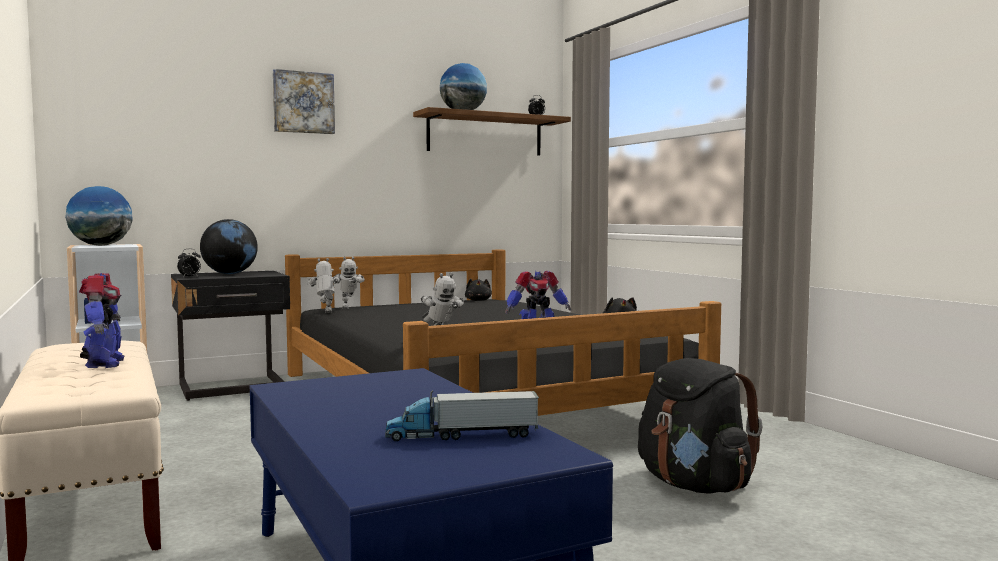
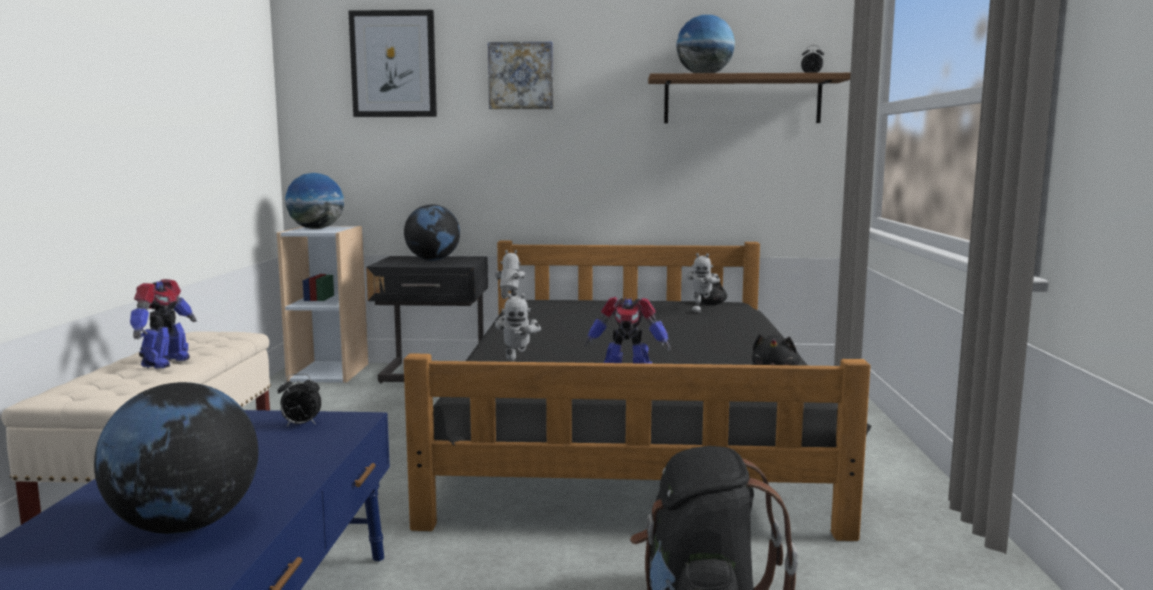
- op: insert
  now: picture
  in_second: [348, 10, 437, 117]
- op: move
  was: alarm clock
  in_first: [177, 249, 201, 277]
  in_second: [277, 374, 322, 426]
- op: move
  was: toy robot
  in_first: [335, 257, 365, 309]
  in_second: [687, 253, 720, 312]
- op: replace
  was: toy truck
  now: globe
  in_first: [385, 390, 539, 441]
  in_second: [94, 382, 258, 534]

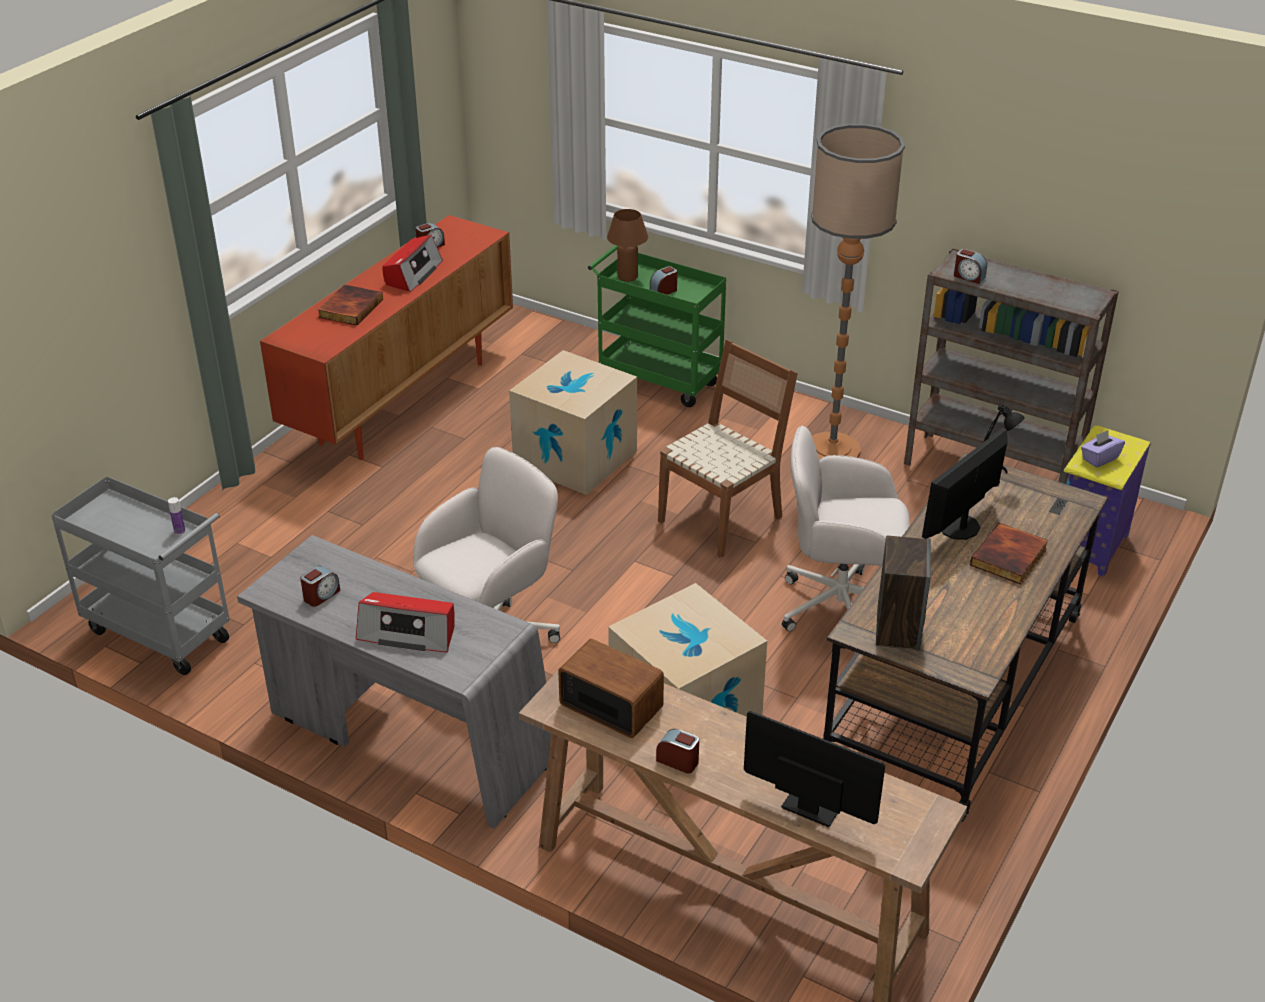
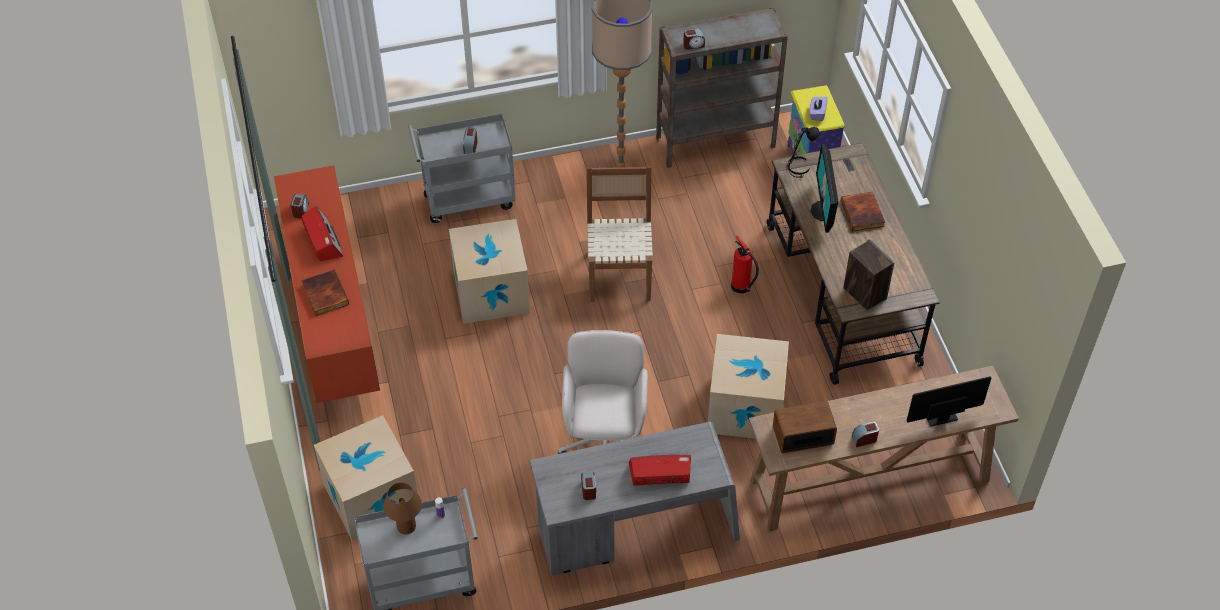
- op: insert
  now: cardboard box
  in_second: [314, 415, 418, 541]
- op: move
  was: brown table lamp
  in_first: [607, 209, 648, 282]
  in_second: [383, 482, 422, 535]
- op: replace
  was: white office chair
  now: fire extinguisher
  in_first: [782, 426, 910, 631]
  in_second: [731, 235, 759, 294]
- op: recolor
  was: green cart
  now: grey cart
  in_first: [588, 245, 726, 407]
  in_second: [408, 114, 516, 223]
- op: rotate
  was: radio
  in_first: [356, 592, 455, 653]
  in_second: [628, 455, 691, 486]
  clockwise: -150

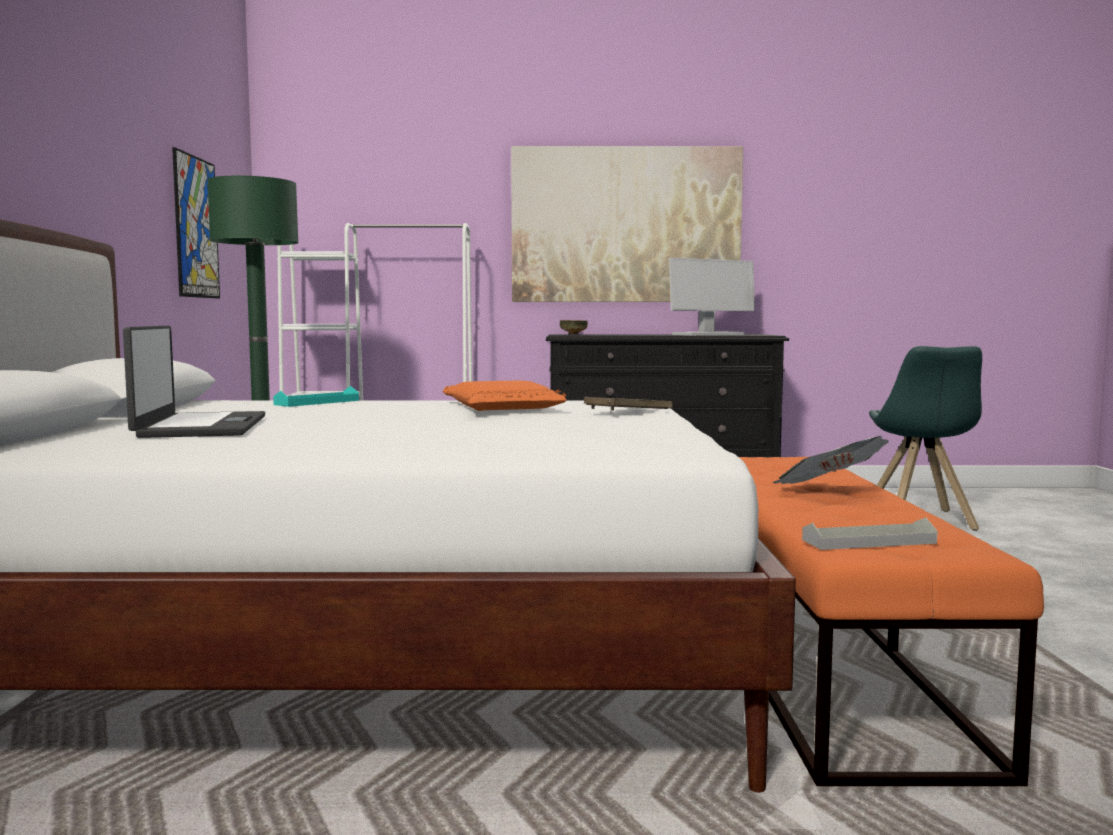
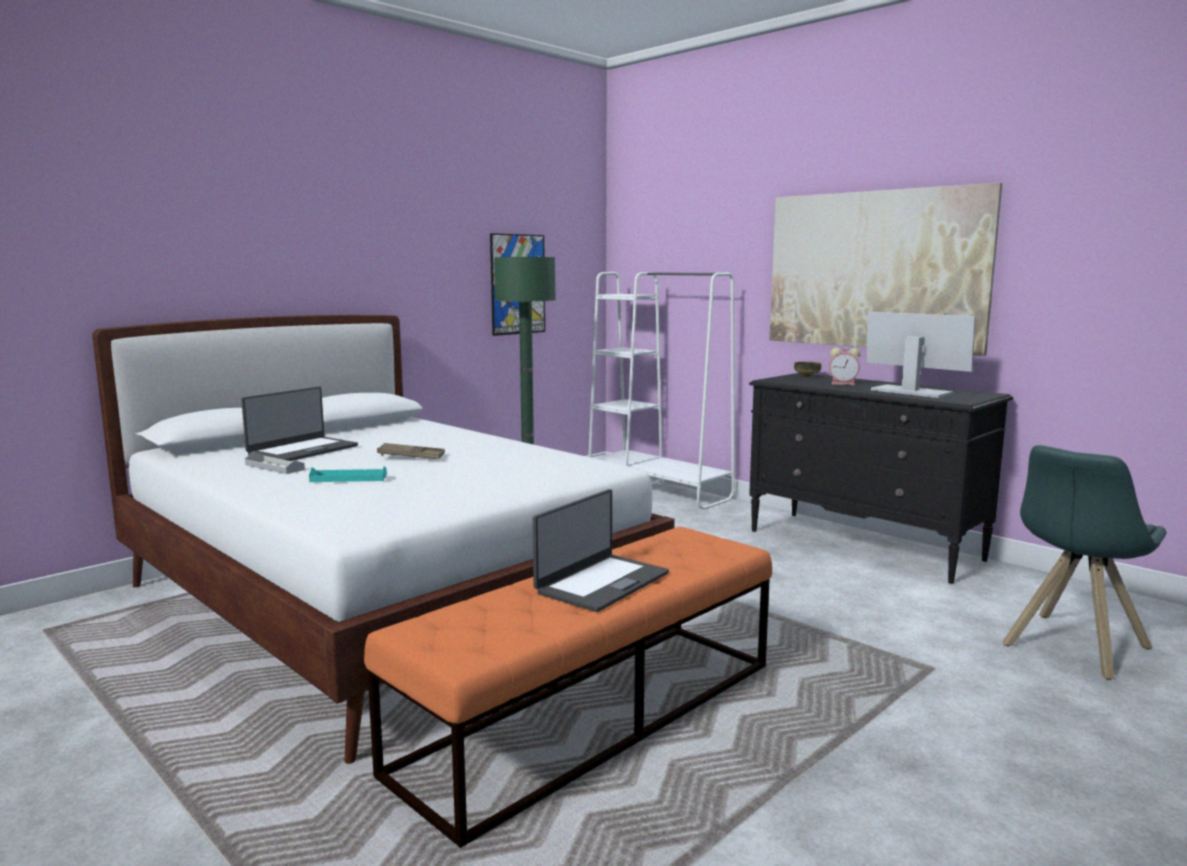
- op: delete
  was: orange pillow
  in_first: [443, 380, 566, 411]
- op: insert
  now: alarm clock
  in_second: [829, 348, 861, 385]
- op: move
  was: turquoise tray
  in_first: [273, 386, 359, 407]
  in_second: [309, 466, 387, 482]
- op: move
  was: brown tray
  in_first: [584, 397, 673, 411]
  in_second: [377, 443, 445, 459]
- op: move
  was: grey tray
  in_first: [802, 518, 938, 550]
  in_second: [245, 452, 305, 474]
- op: replace
  was: newspaper
  now: laptop
  in_first: [773, 436, 889, 484]
  in_second: [533, 489, 669, 612]
- op: rotate
  was: monitor
  in_first: [669, 258, 755, 335]
  in_second: [866, 312, 976, 398]
  clockwise: -150

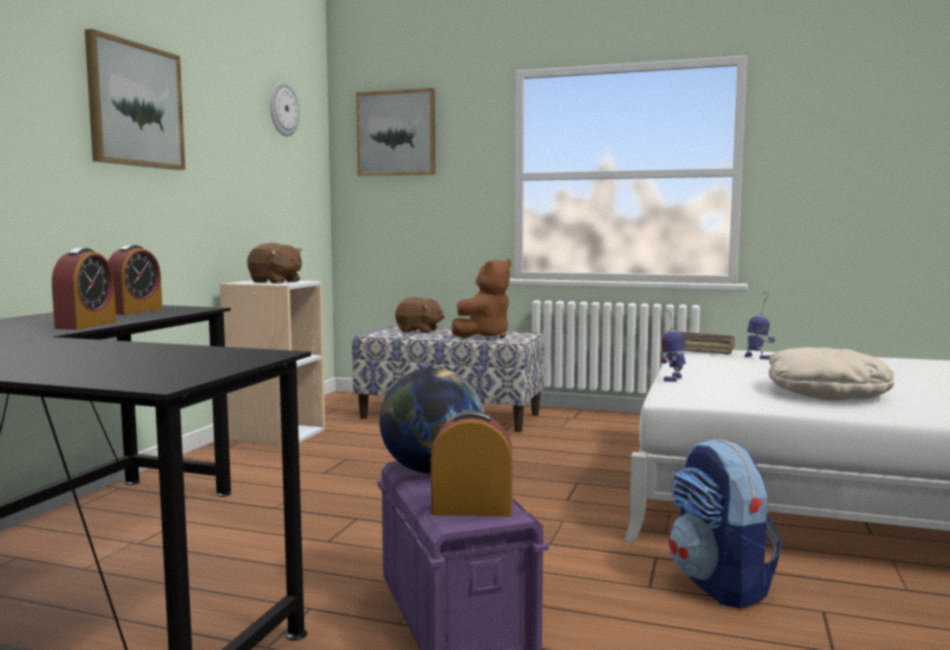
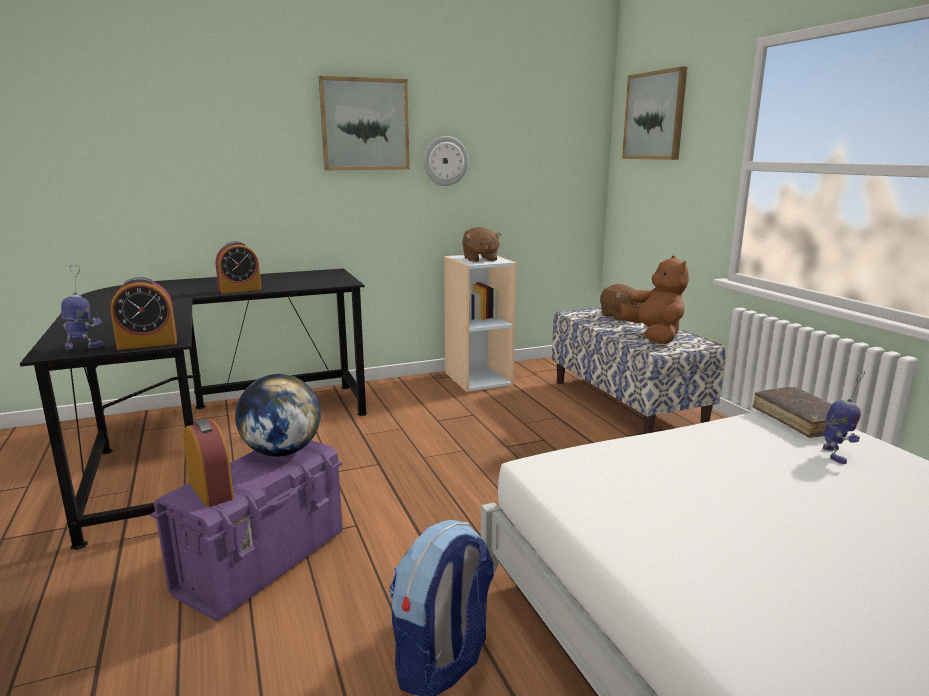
- op: delete
  was: beige pillow
  in_first: [769, 347, 894, 401]
- op: move
  was: alarm clock
  in_first: [108, 245, 162, 315]
  in_second: [111, 277, 177, 350]
- op: move
  was: wall clock
  in_first: [270, 82, 300, 136]
  in_second: [423, 136, 468, 186]
- op: move
  was: toy robot
  in_first: [660, 302, 686, 382]
  in_second: [61, 265, 103, 350]
- op: rotate
  was: brown plush toy
  in_first: [451, 259, 511, 338]
  in_second: [620, 256, 689, 344]
  clockwise: -105

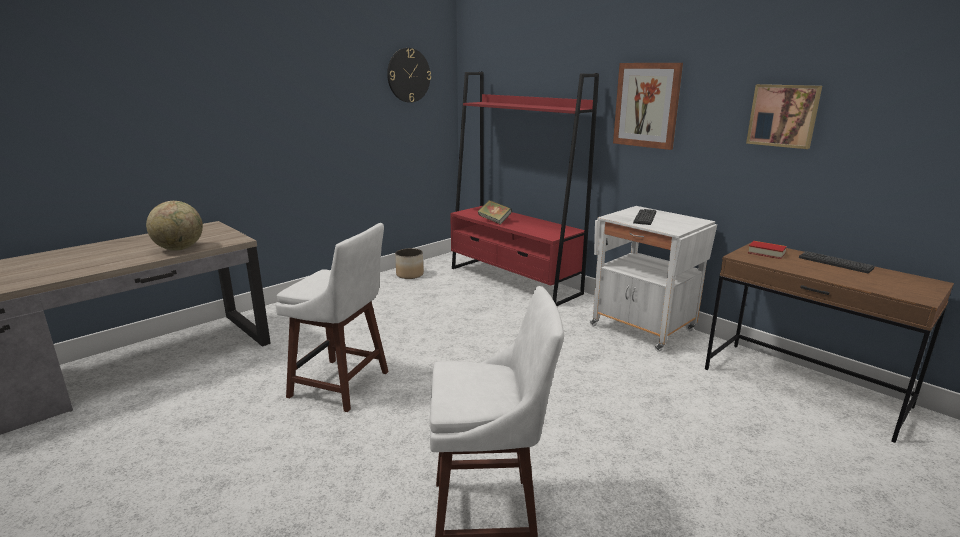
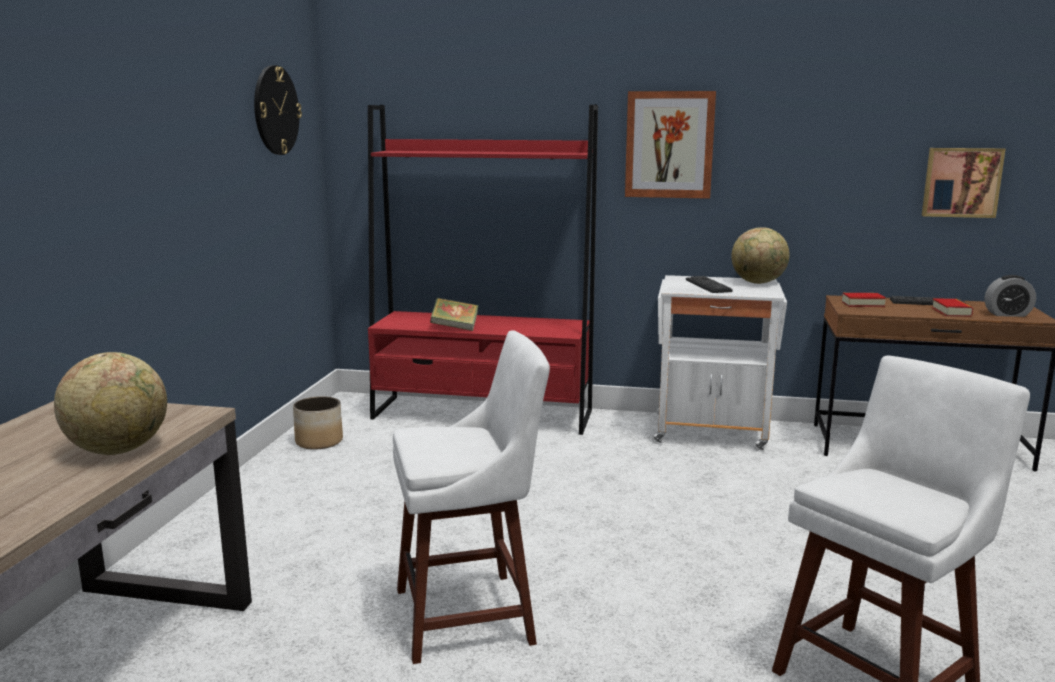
- op: insert
  now: globe
  in_second: [731, 227, 790, 284]
- op: insert
  now: book
  in_second: [932, 298, 973, 317]
- op: insert
  now: alarm clock
  in_second: [985, 275, 1036, 317]
- op: move
  was: picture
  in_first: [746, 84, 822, 149]
  in_second: [922, 148, 1006, 218]

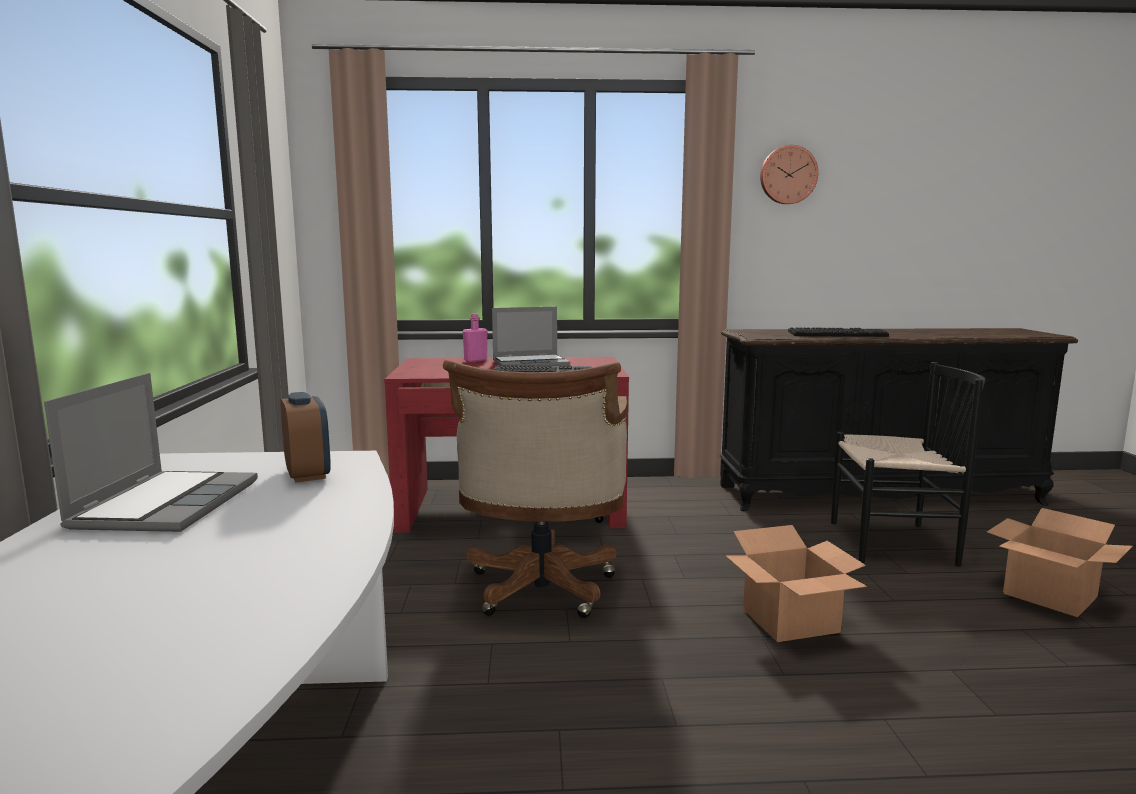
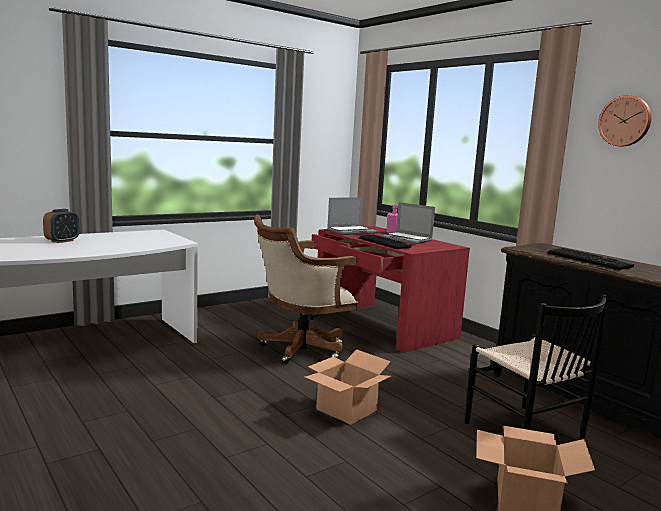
- op: move
  was: laptop
  in_first: [44, 373, 258, 532]
  in_second: [327, 197, 378, 235]
- op: move
  was: alarm clock
  in_first: [280, 392, 331, 483]
  in_second: [43, 209, 80, 243]

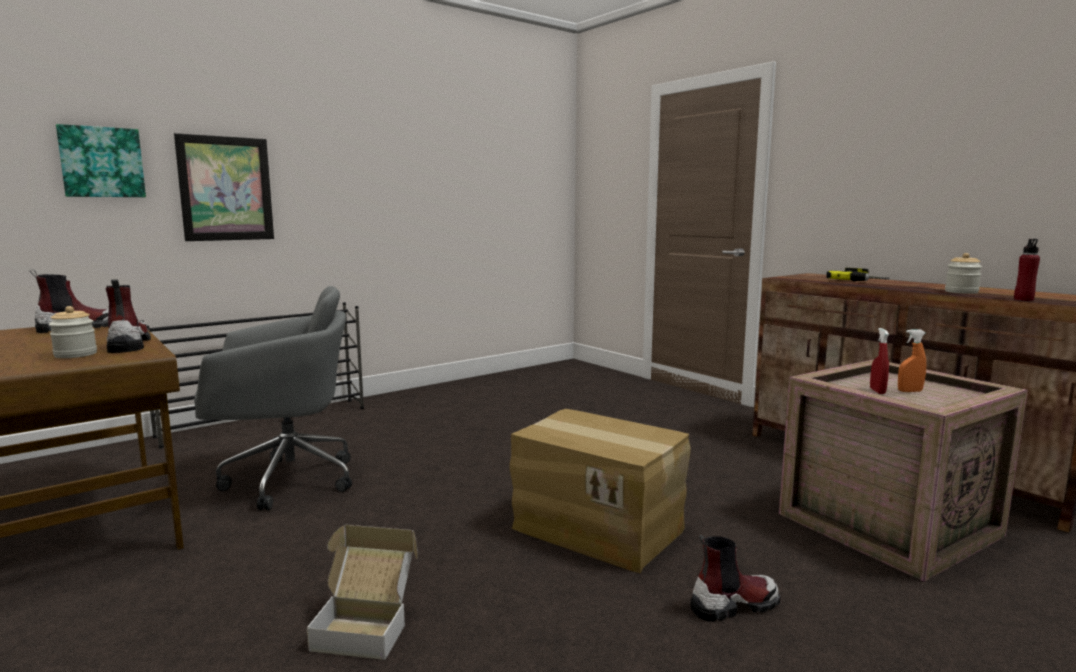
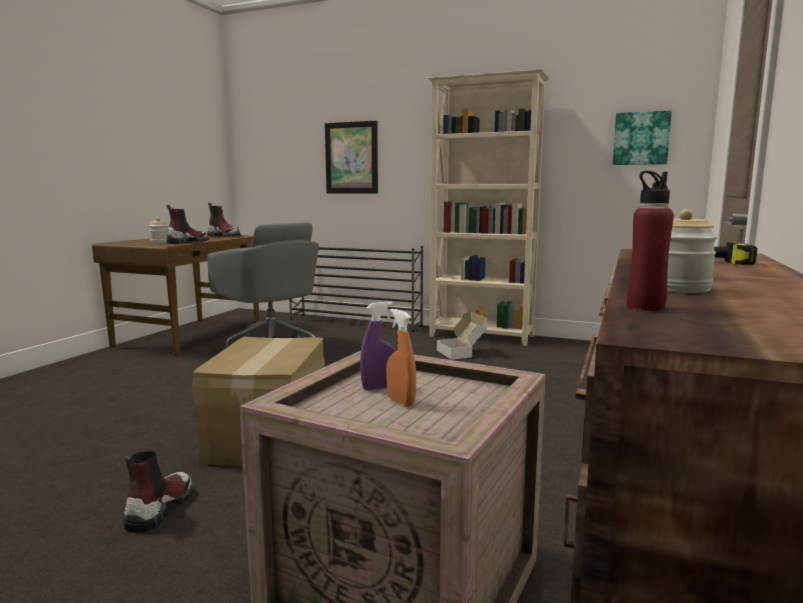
- op: insert
  now: beige bookcase
  in_second: [427, 69, 549, 346]
- op: move
  was: picture
  in_first: [56, 124, 146, 197]
  in_second: [613, 110, 672, 165]
- op: move
  was: cardboard box
  in_first: [307, 525, 418, 660]
  in_second: [437, 312, 487, 360]
- op: recolor
  was: red spray bottle
  now: purple spray bottle
  in_first: [870, 328, 889, 394]
  in_second: [360, 302, 396, 390]
- op: rotate
  was: boot
  in_first: [691, 535, 781, 622]
  in_second: [123, 451, 194, 533]
  clockwise: -120

